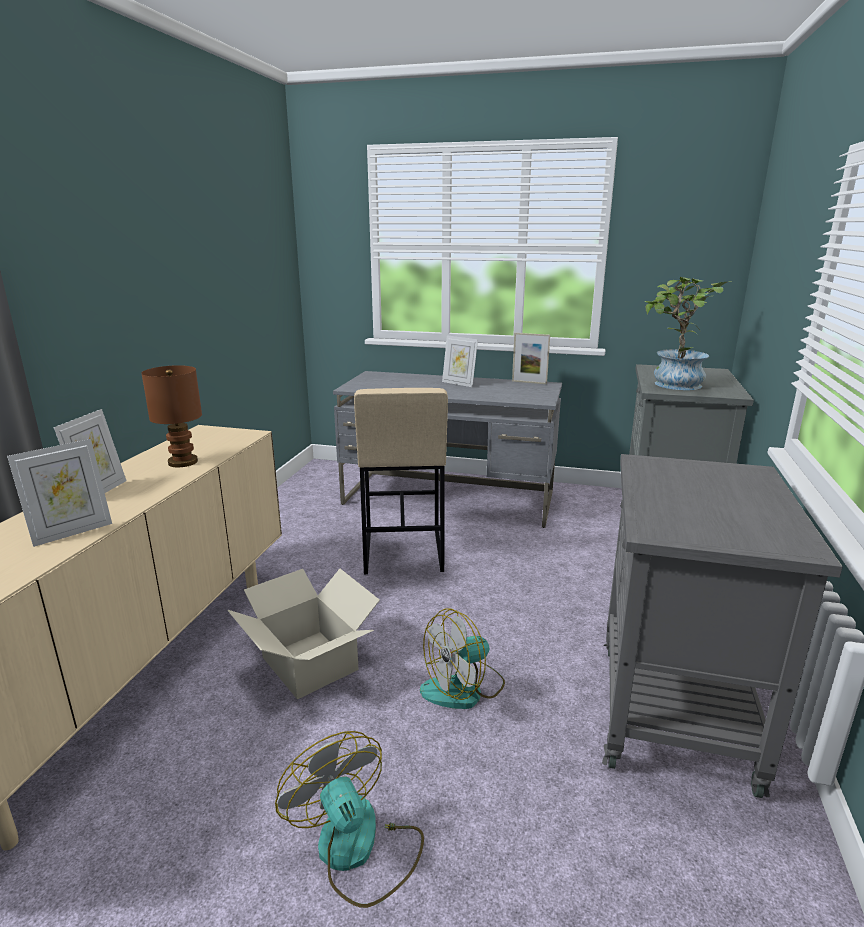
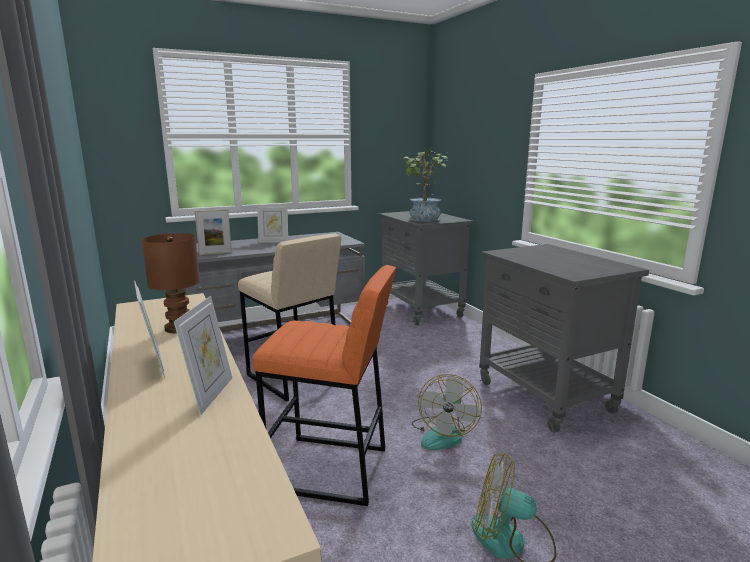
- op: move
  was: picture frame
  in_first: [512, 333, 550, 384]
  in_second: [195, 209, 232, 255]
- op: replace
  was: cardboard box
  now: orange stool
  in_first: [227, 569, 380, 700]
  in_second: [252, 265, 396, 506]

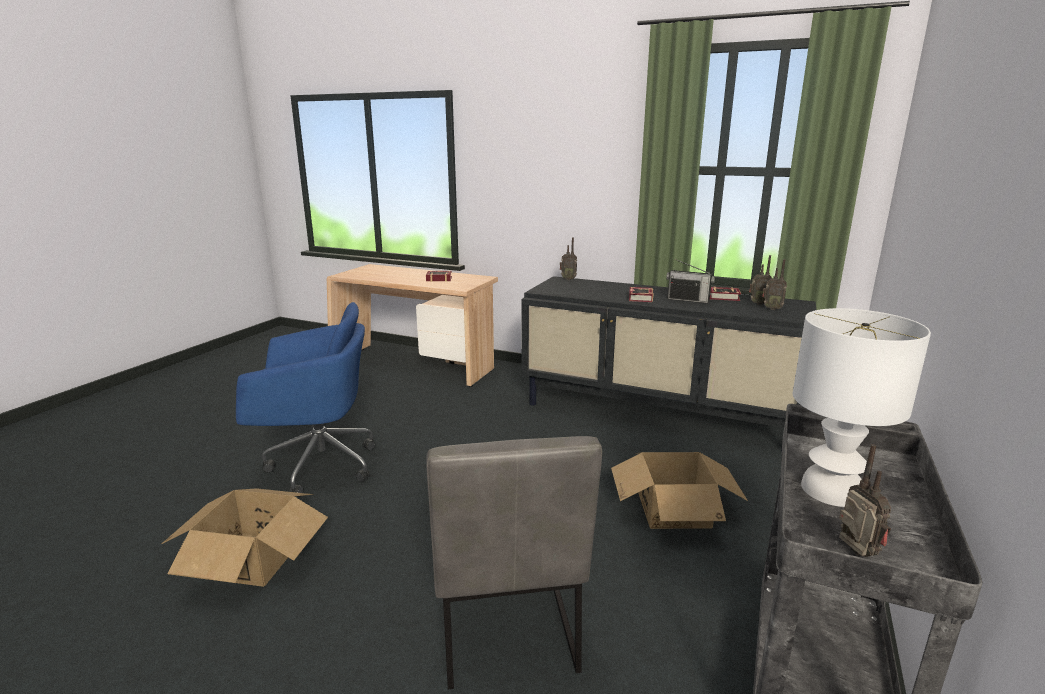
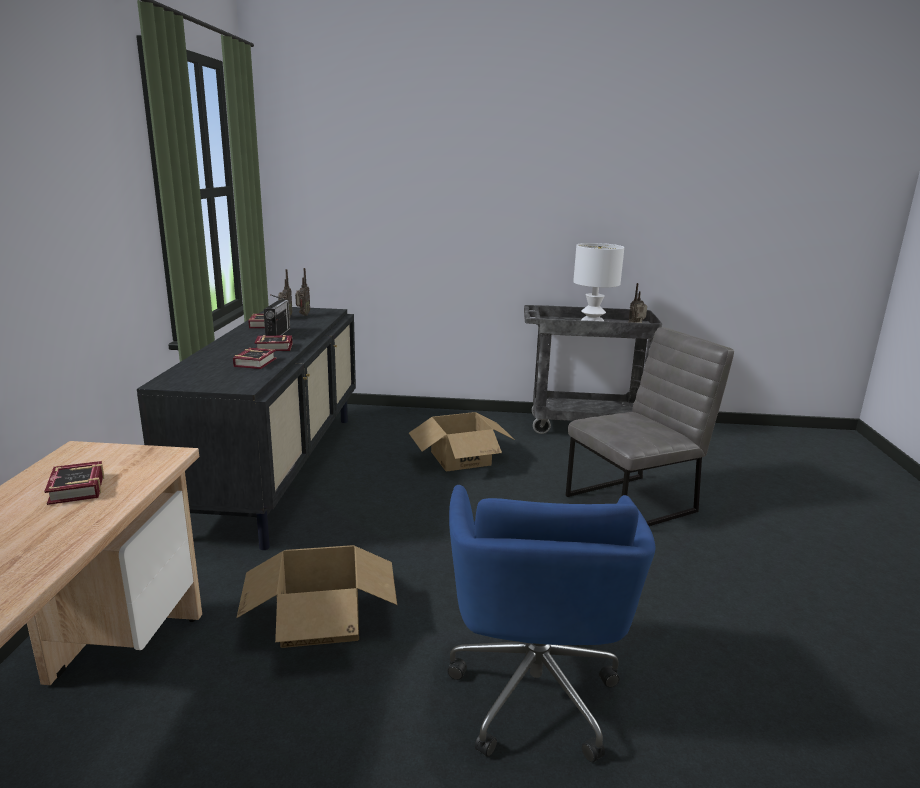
- op: delete
  was: radio
  in_first: [560, 237, 577, 280]
- op: insert
  now: book
  in_second: [233, 348, 276, 369]
- op: move
  was: cardboard box
  in_first: [162, 488, 328, 587]
  in_second: [237, 545, 397, 648]
- op: rotate
  was: blue office chair
  in_first: [236, 302, 375, 497]
  in_second: [447, 485, 655, 762]
  clockwise: -150

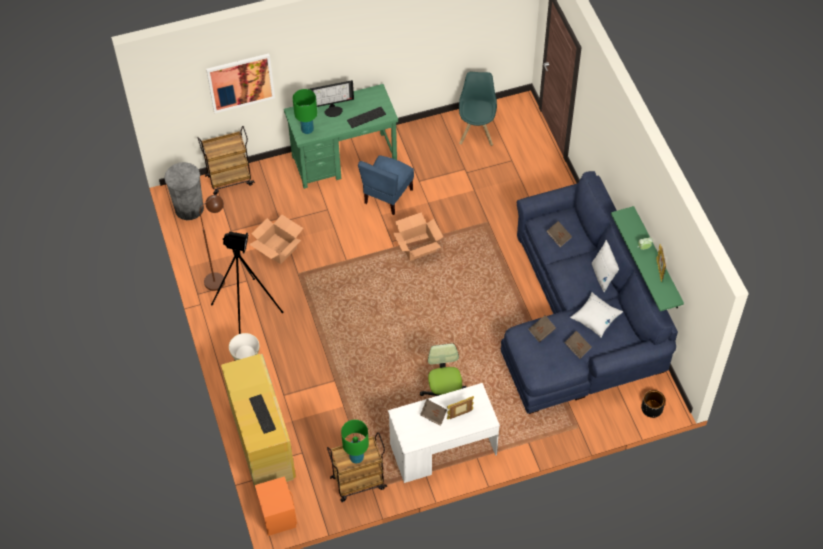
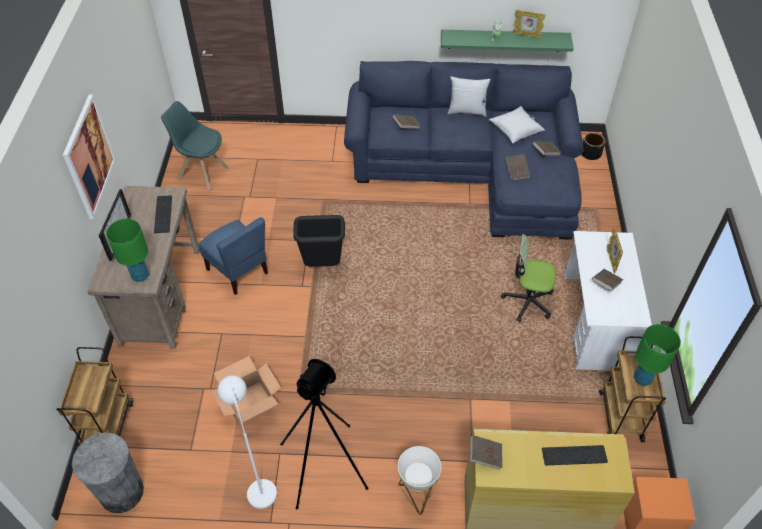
- op: insert
  now: brown book
  in_second: [470, 435, 502, 470]
- op: move
  was: picture
  in_first: [206, 53, 275, 113]
  in_second: [63, 94, 116, 219]
- op: replace
  was: cardboard box
  now: black trash can
  in_first: [393, 212, 443, 261]
  in_second: [293, 215, 345, 267]
- op: recolor
  was: brown floor lamp
  now: white floor lamp
  in_first: [199, 195, 225, 291]
  in_second: [218, 375, 277, 509]
- op: recolor
  was: green desk
  now: brown desk
  in_first: [284, 84, 398, 189]
  in_second: [87, 186, 200, 349]

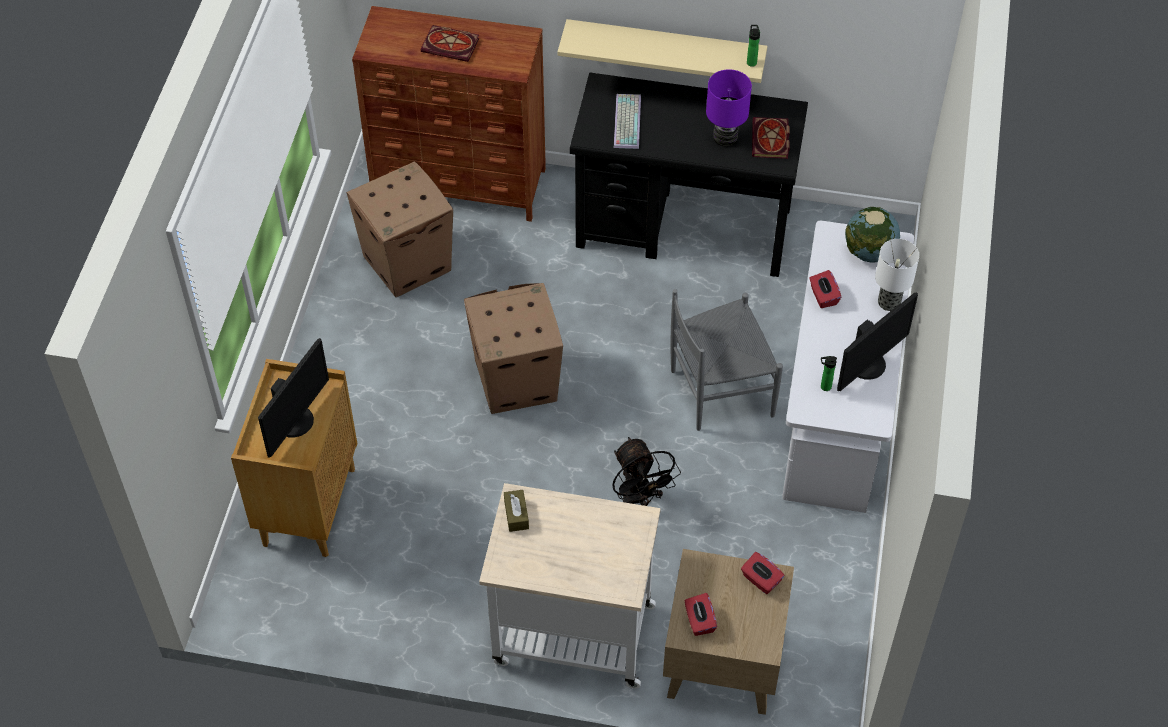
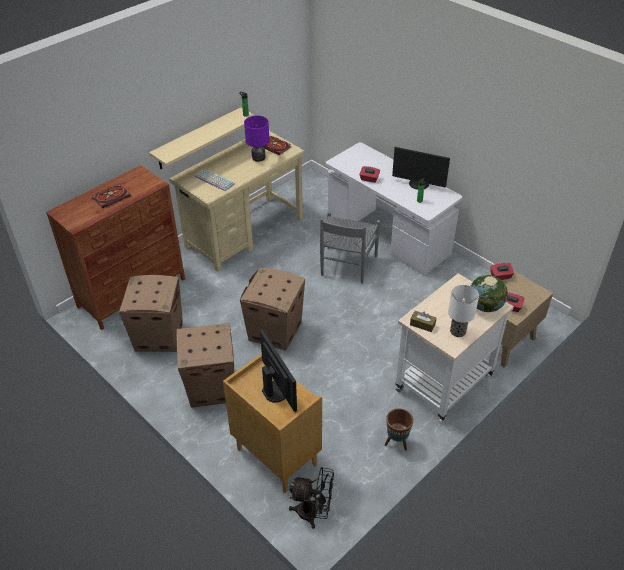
- op: insert
  now: cardboard box
  in_second: [177, 323, 234, 408]
- op: insert
  now: brown planter
  in_second: [385, 409, 413, 451]
- op: move
  was: black fan
  in_first: [612, 437, 681, 506]
  in_second: [289, 467, 334, 529]
- op: move
  was: globe
  in_first: [845, 207, 900, 262]
  in_second: [471, 275, 508, 312]
- op: move
  was: table lamp
  in_first: [875, 239, 919, 311]
  in_second: [448, 285, 479, 337]
- op: recolor
  was: black desk
  now: beige desk
  in_first: [570, 72, 808, 277]
  in_second: [169, 131, 304, 272]
- op: rotate
  was: monitor
  in_first: [837, 292, 918, 392]
  in_second: [392, 147, 450, 190]
  clockwise: 120

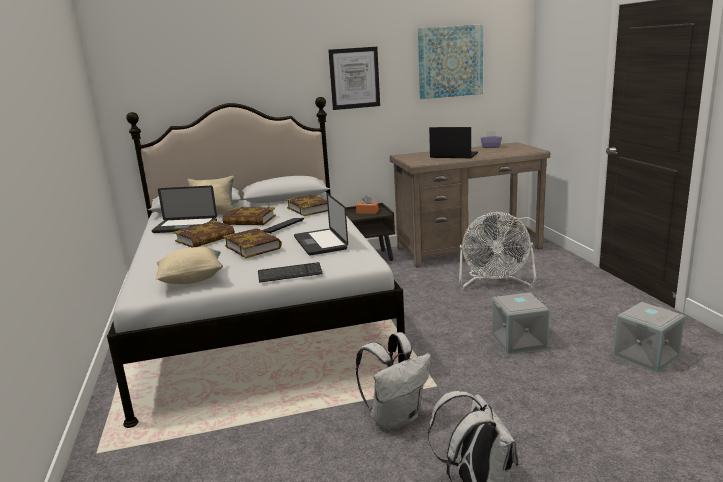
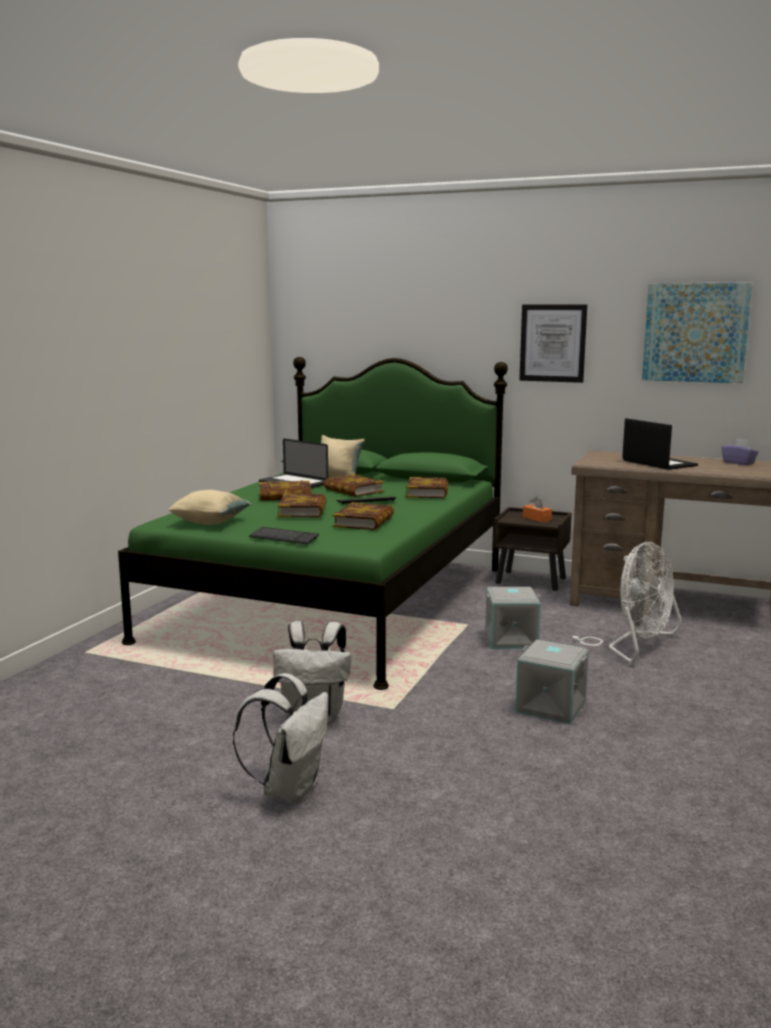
- op: move
  was: grey storage box
  in_first: [614, 302, 685, 372]
  in_second: [485, 587, 541, 649]
- op: replace
  was: laptop
  now: book
  in_first: [294, 193, 348, 256]
  in_second: [333, 502, 394, 530]
- op: recolor
  was: white bed
  now: green bed
  in_first: [107, 97, 405, 428]
  in_second: [118, 357, 508, 690]
- op: rotate
  was: white fan
  in_first: [459, 212, 536, 290]
  in_second: [571, 542, 682, 666]
  clockwise: -90

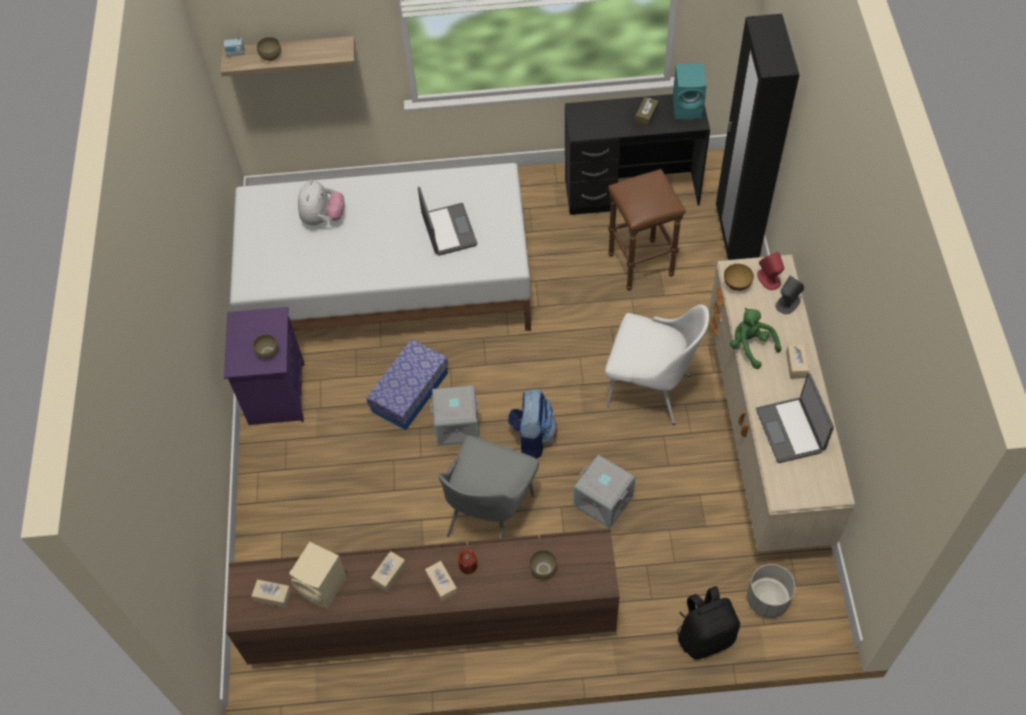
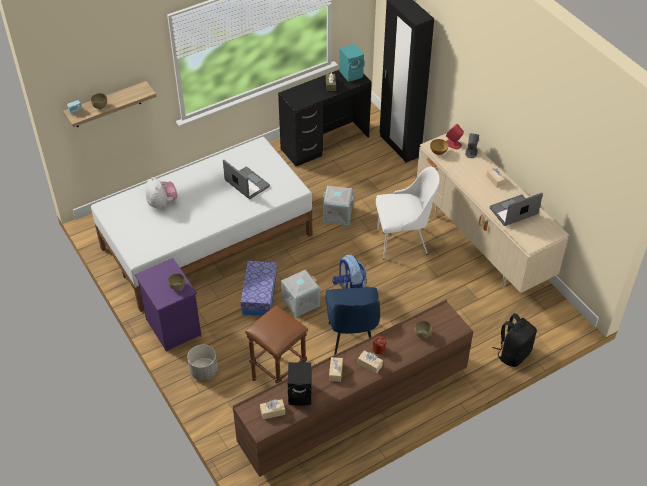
- op: delete
  was: green plush toy
  in_first: [730, 308, 781, 369]
- op: move
  was: grey storage box
  in_first: [573, 454, 636, 528]
  in_second: [323, 186, 353, 225]
- op: move
  was: brown stool
  in_first: [608, 169, 686, 291]
  in_second: [245, 305, 308, 384]
- op: move
  was: grey planter
  in_first: [747, 564, 795, 618]
  in_second: [187, 344, 218, 380]
- op: recolor
  was: beige speaker
  now: black speaker
  in_first: [289, 542, 347, 609]
  in_second: [288, 362, 312, 406]
- op: recolor
  was: grey chair
  now: blue chair
  in_first: [438, 435, 539, 538]
  in_second: [325, 287, 380, 355]
- op: rotate
  was: laptop
  in_first: [756, 373, 834, 463]
  in_second: [490, 193, 543, 226]
  clockwise: 105

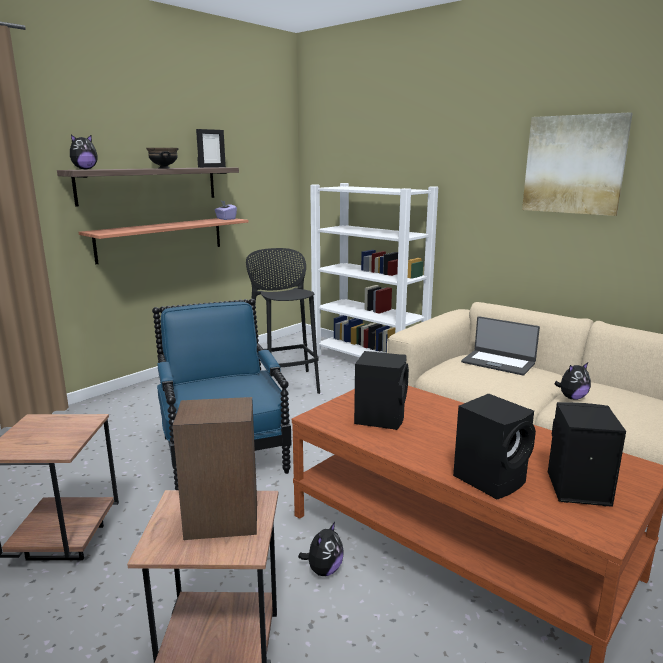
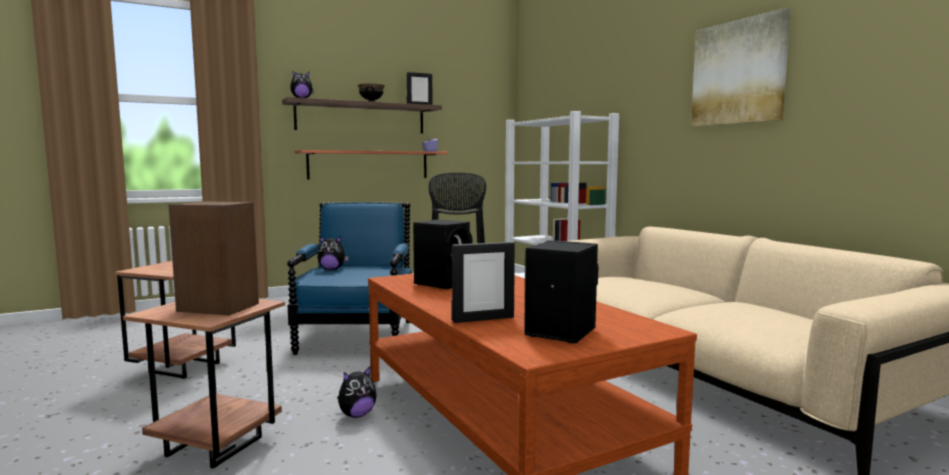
- op: delete
  was: laptop
  in_first: [461, 316, 540, 375]
- op: move
  was: plush toy
  in_first: [554, 363, 591, 400]
  in_second: [317, 236, 349, 270]
- op: replace
  was: black speaker
  now: picture frame
  in_first: [453, 393, 536, 500]
  in_second: [451, 242, 515, 323]

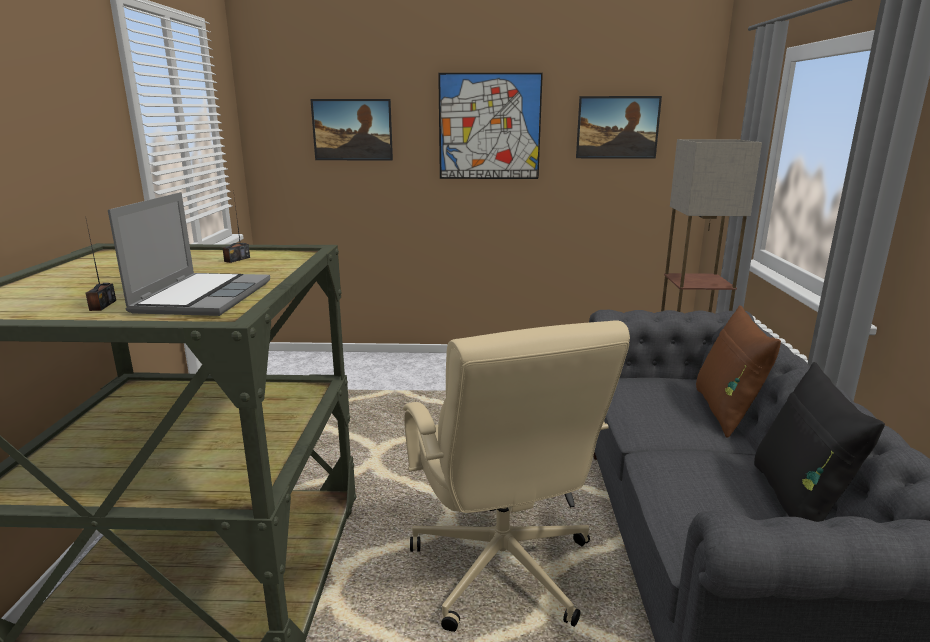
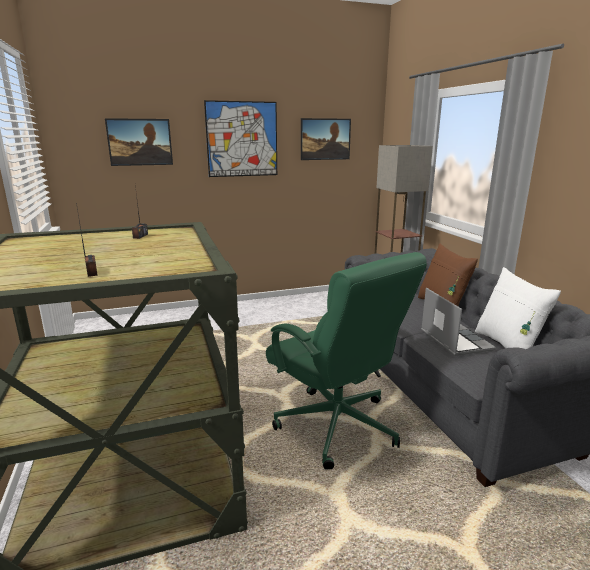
- op: move
  was: laptop
  in_first: [108, 192, 270, 316]
  in_second: [421, 288, 496, 356]
- op: recolor
  was: beige office chair
  now: green office chair
  in_first: [403, 320, 630, 632]
  in_second: [266, 252, 427, 469]
- op: recolor
  was: black pillow
  now: white pillow
  in_first: [754, 362, 885, 522]
  in_second: [475, 267, 561, 349]

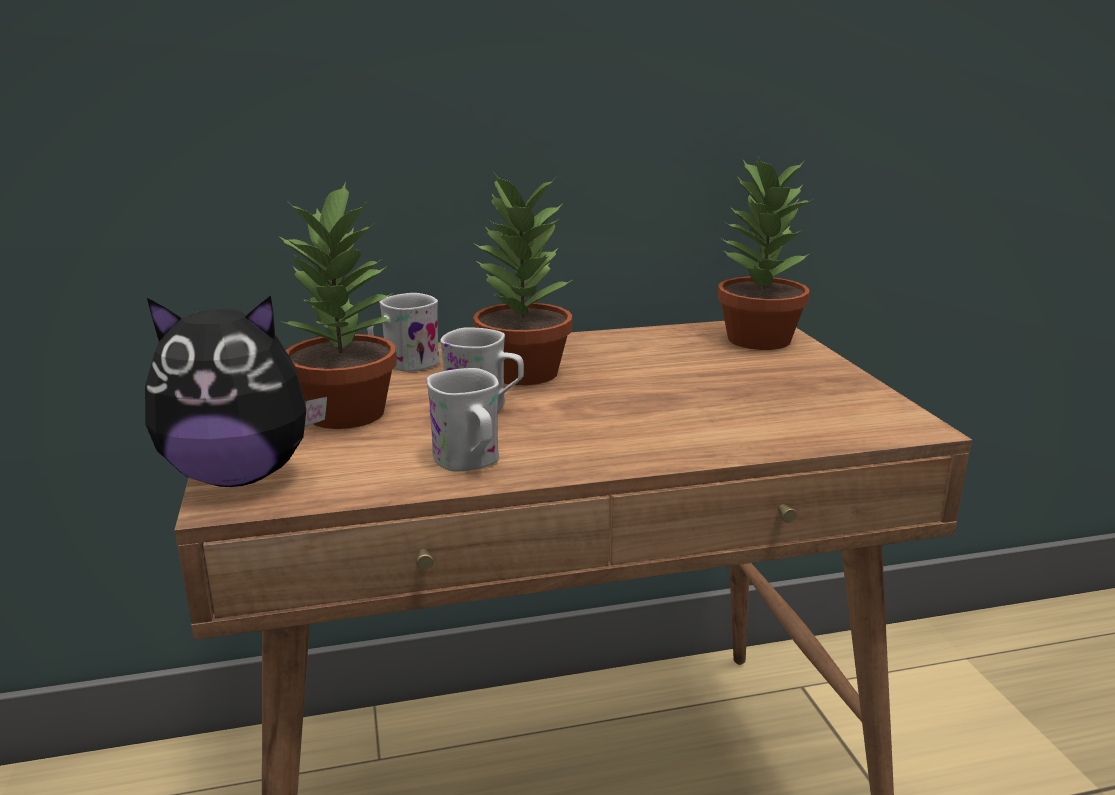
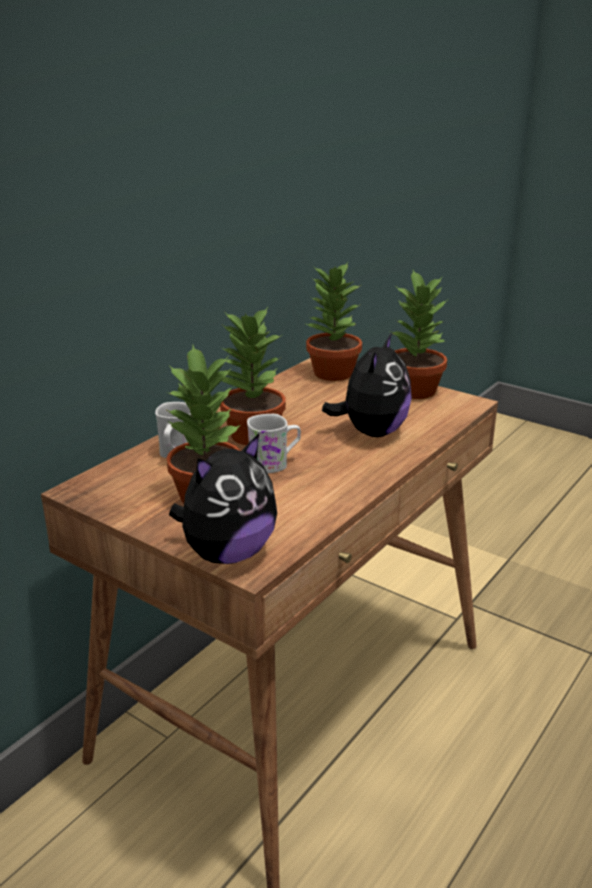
- op: delete
  was: white mug
  in_first: [426, 368, 499, 471]
- op: insert
  now: plush toy
  in_second: [322, 333, 412, 437]
- op: insert
  now: potted plant
  in_second: [390, 270, 447, 399]

